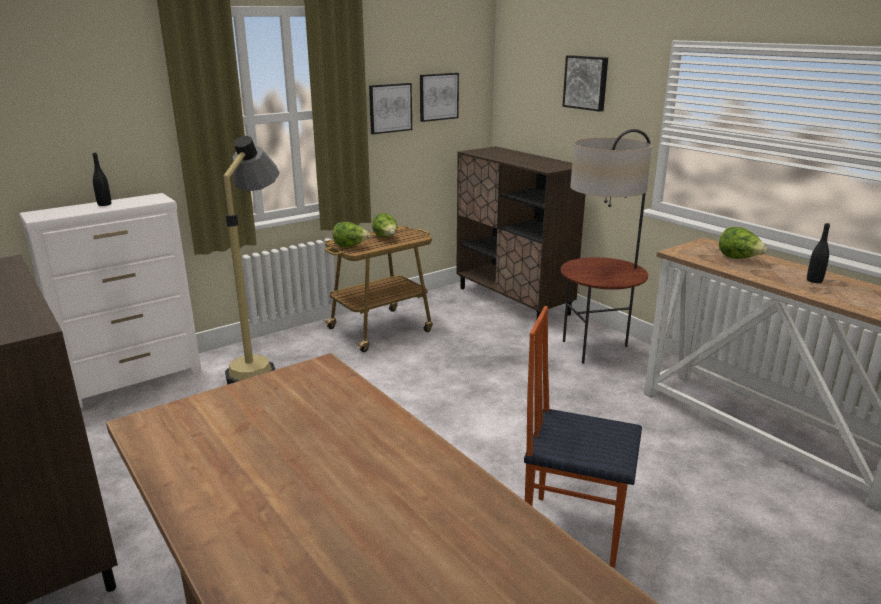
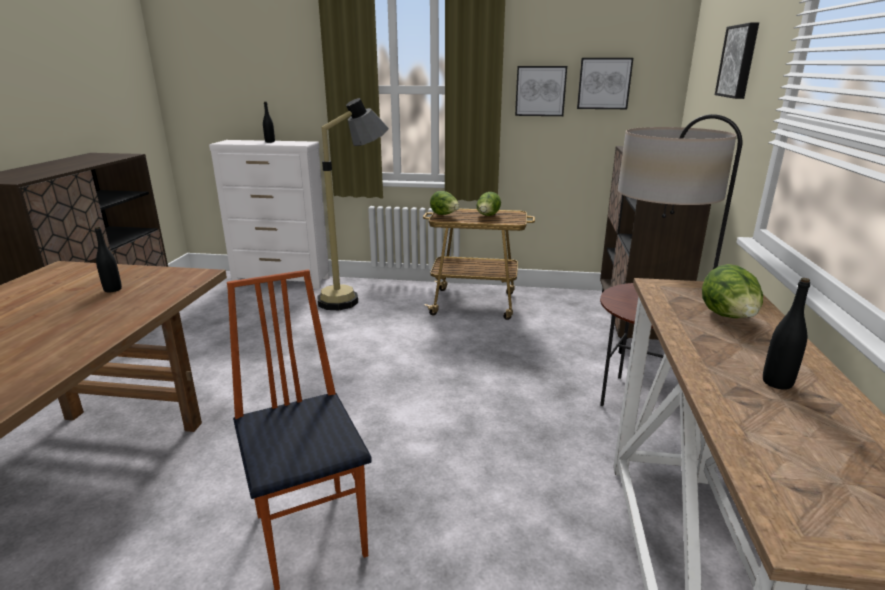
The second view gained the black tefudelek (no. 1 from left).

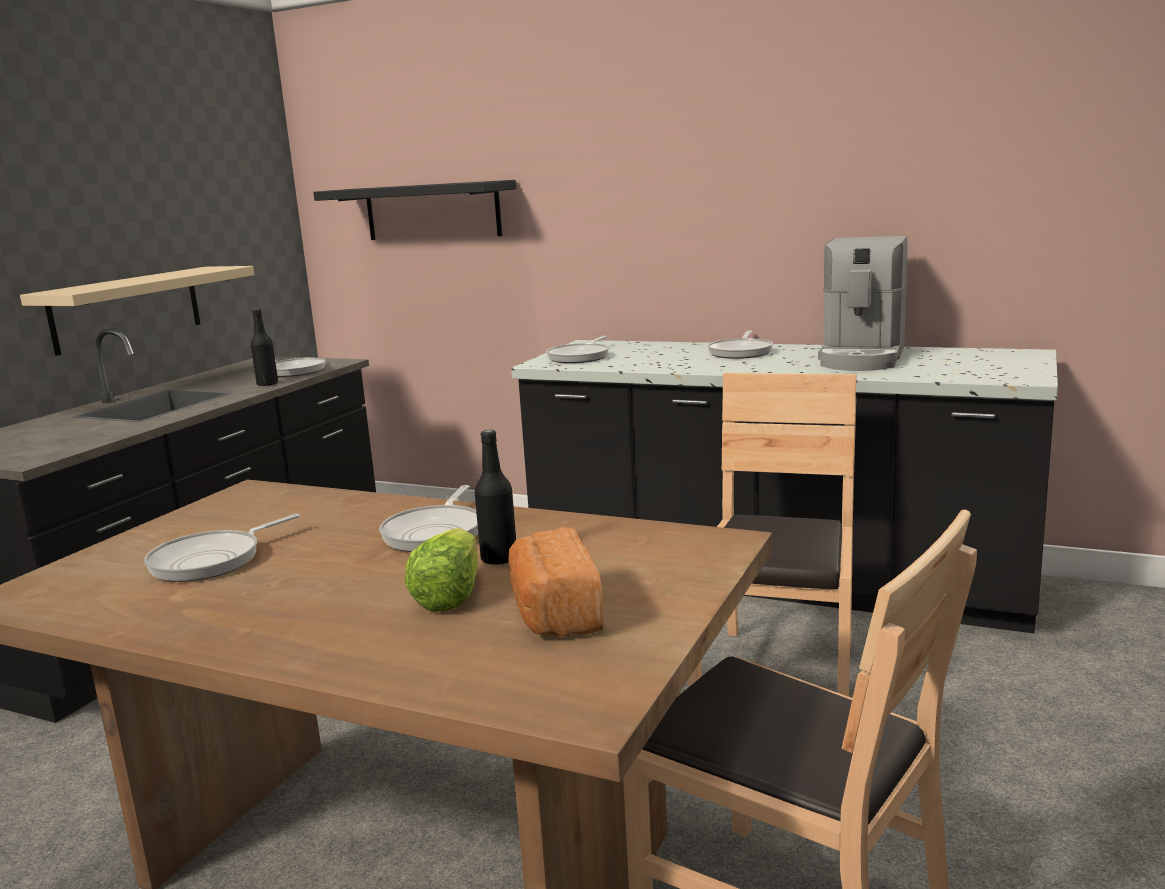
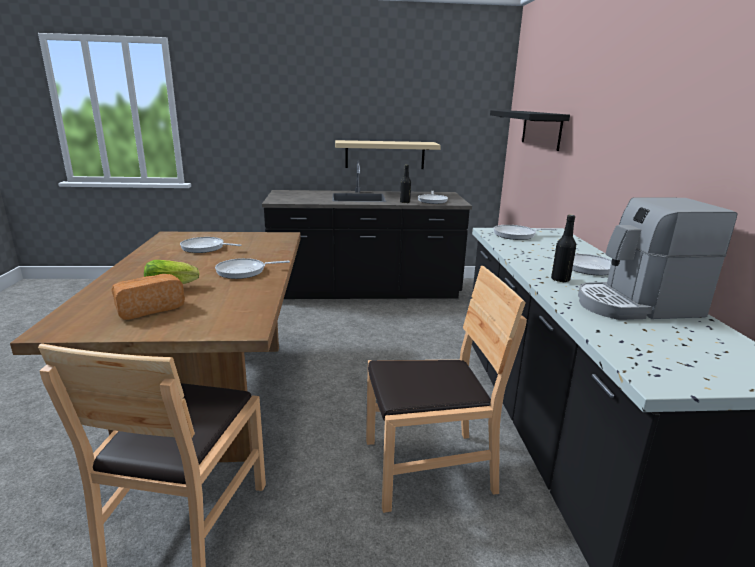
The black tefudelek (no. 2 from left) ended up elsewhere.

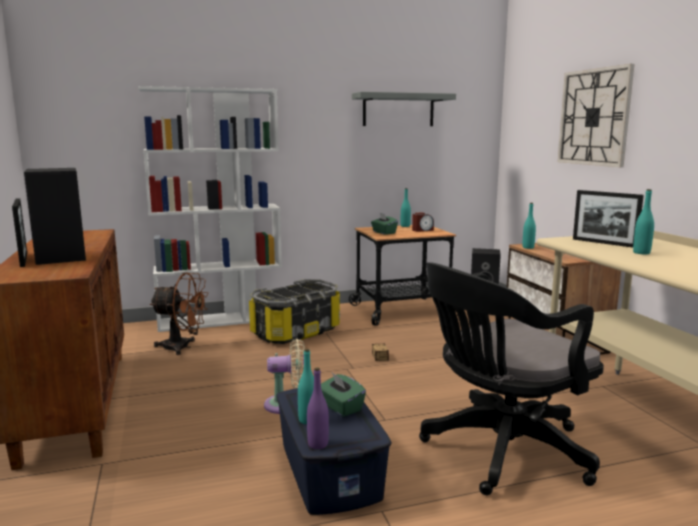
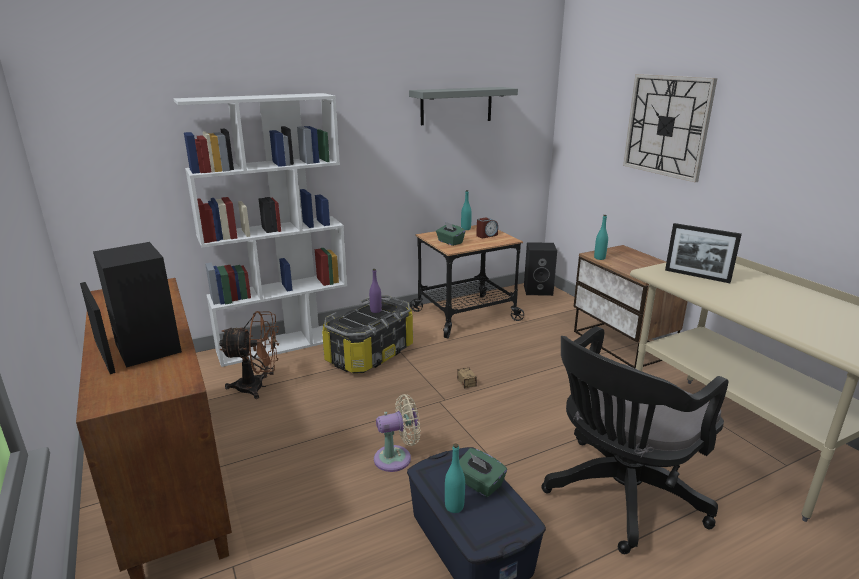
The second view lost the turquoise tefudelek (no. 4 from left).
The purple tefudelek ended up elsewhere.

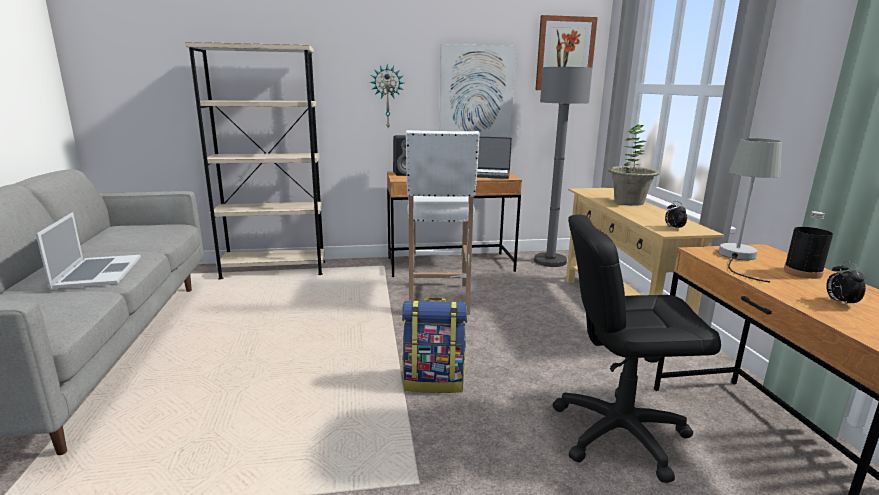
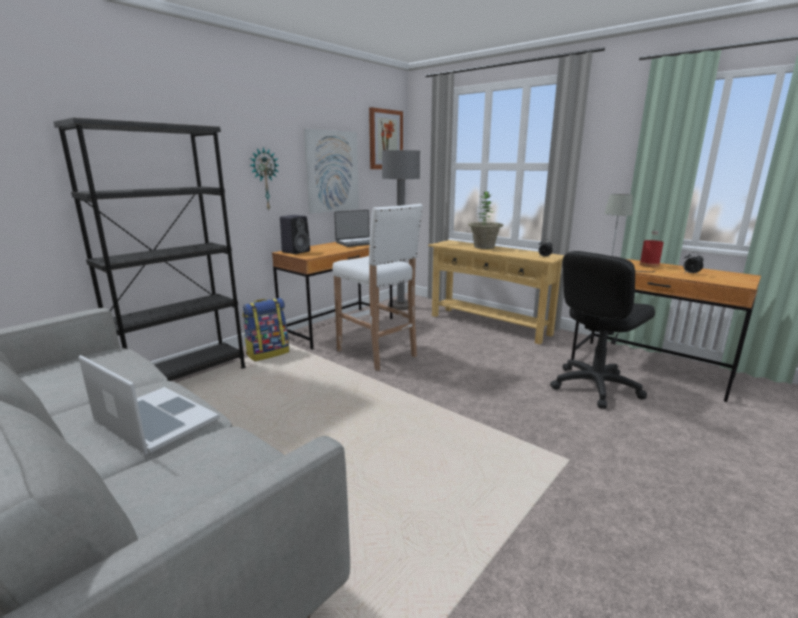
The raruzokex ended up elsewhere.
What was the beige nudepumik turned into the black nudepumik.
What was the black tefudelek turned into the red tefudelek.

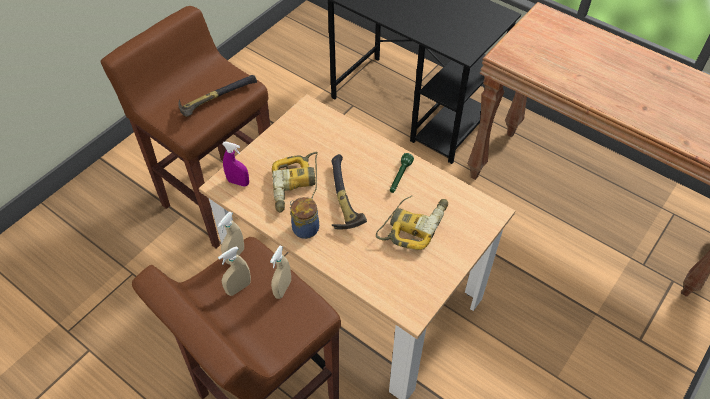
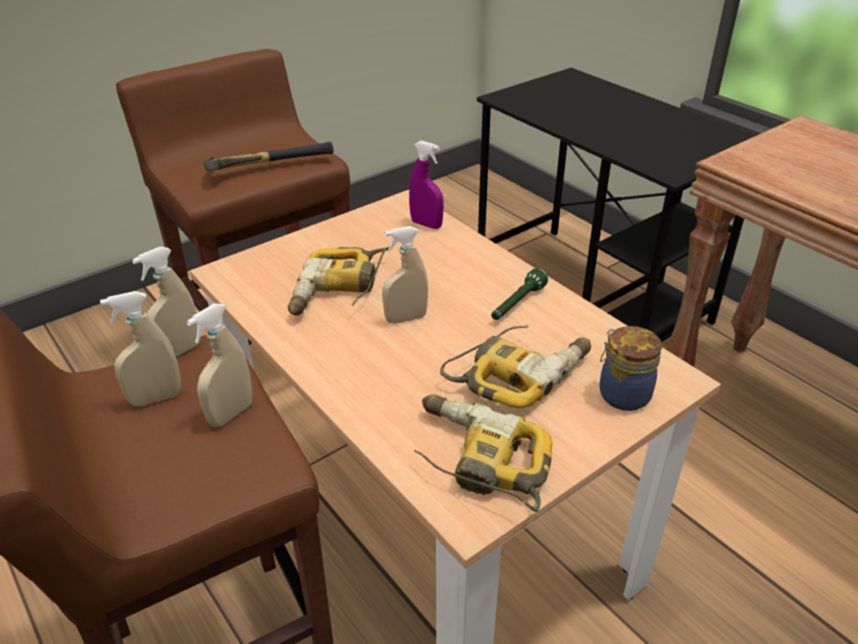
The second view gained the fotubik (no. 2 from left).
The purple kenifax ended up elsewhere.
The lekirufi ended up elsewhere.
Where the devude (no. 2 from left) stood, the beige kenifax (no. 4 from left) came to stand.

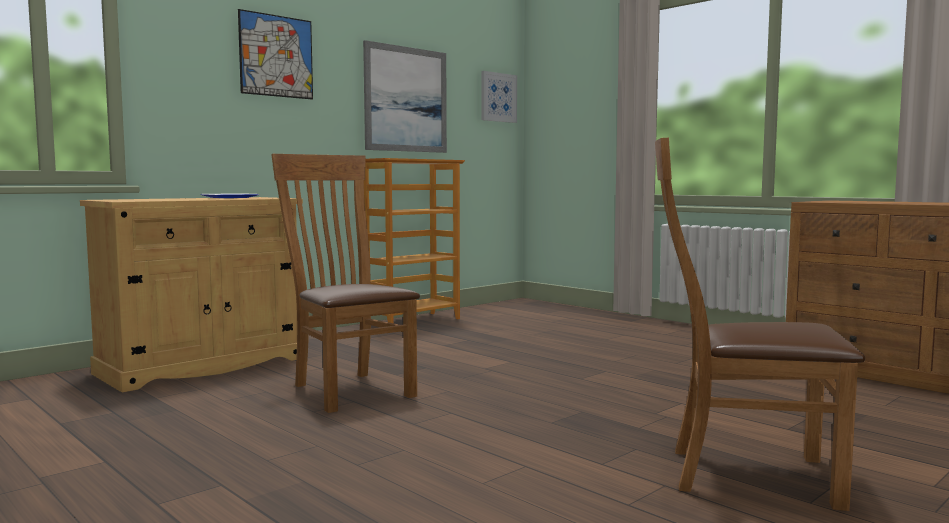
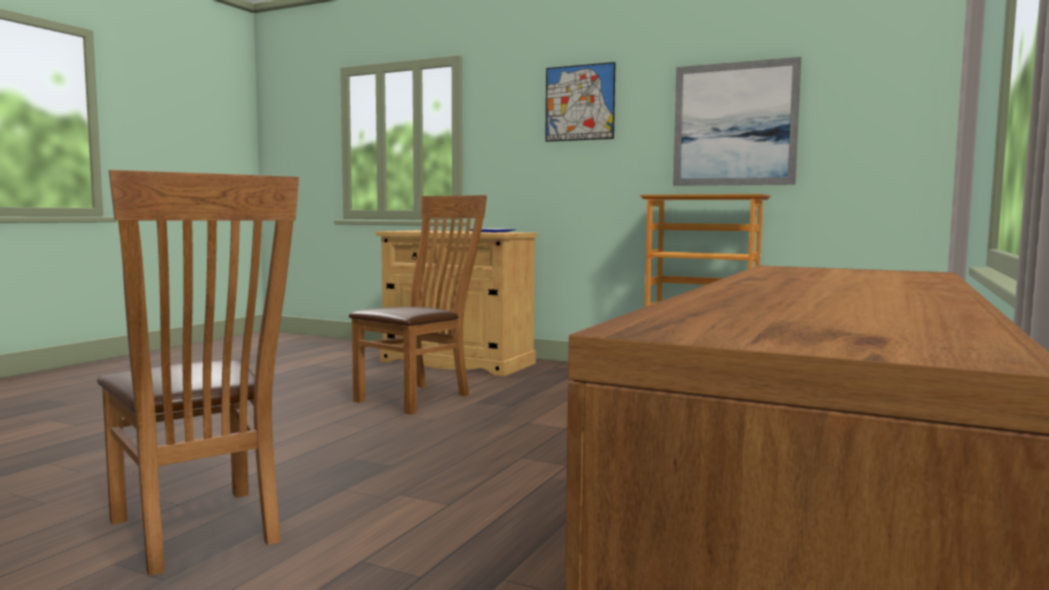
The second view lost the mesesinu (no. 3 from left).
The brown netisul (no. 2 from left in the first image) ended up facing another way, 150 degrees clockwise from before.

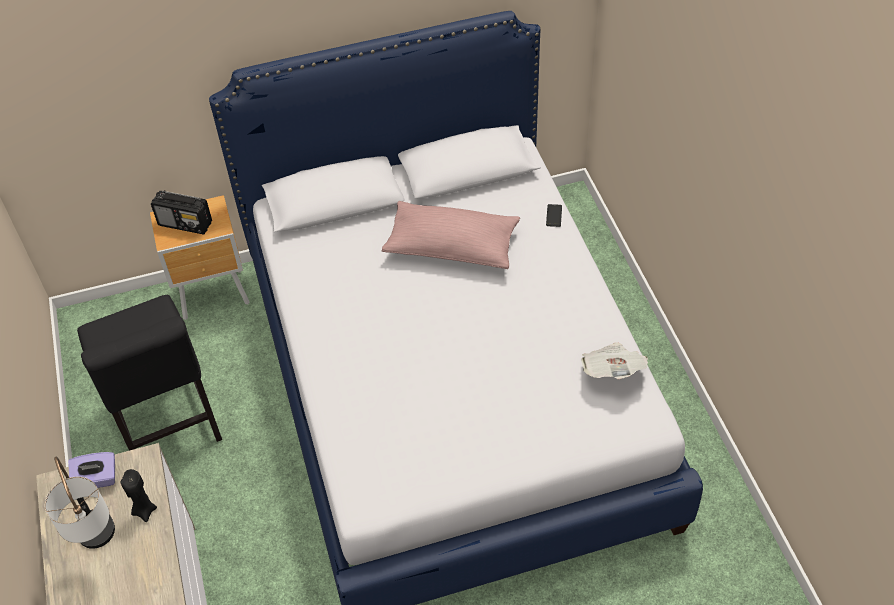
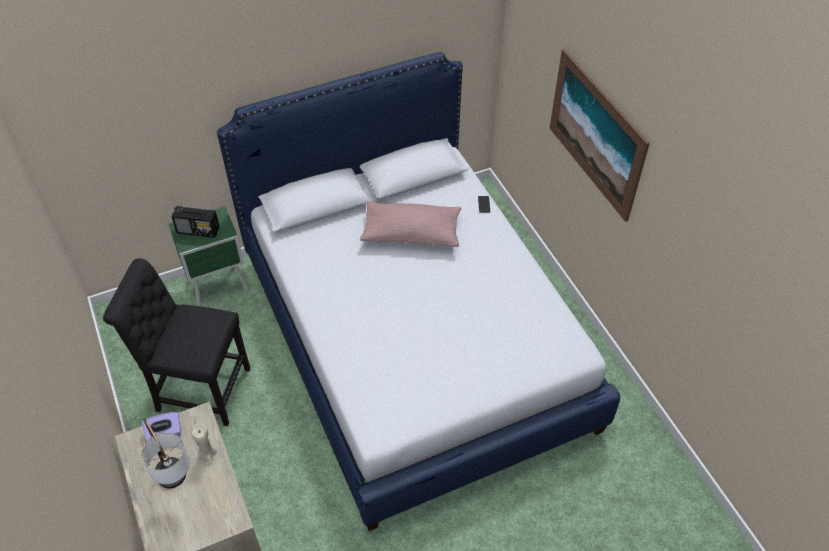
The second view lost the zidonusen.
The second view gained the mesesinu.
What was the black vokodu turned into the beige vokodu.
What was the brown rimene turned into the green rimene.
The black netisul ended up facing another way, 135 degrees clockwise from before.

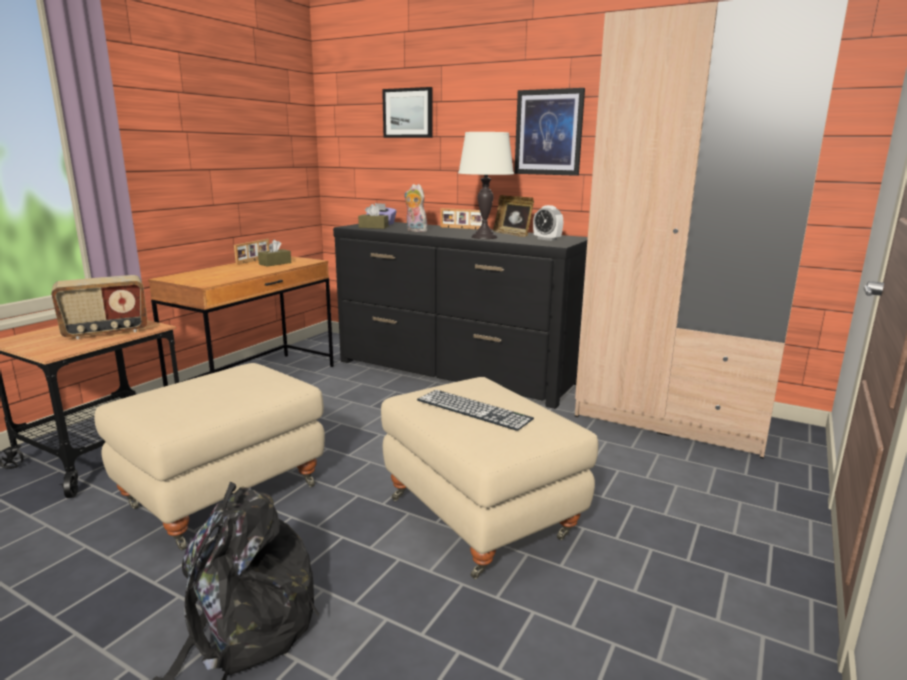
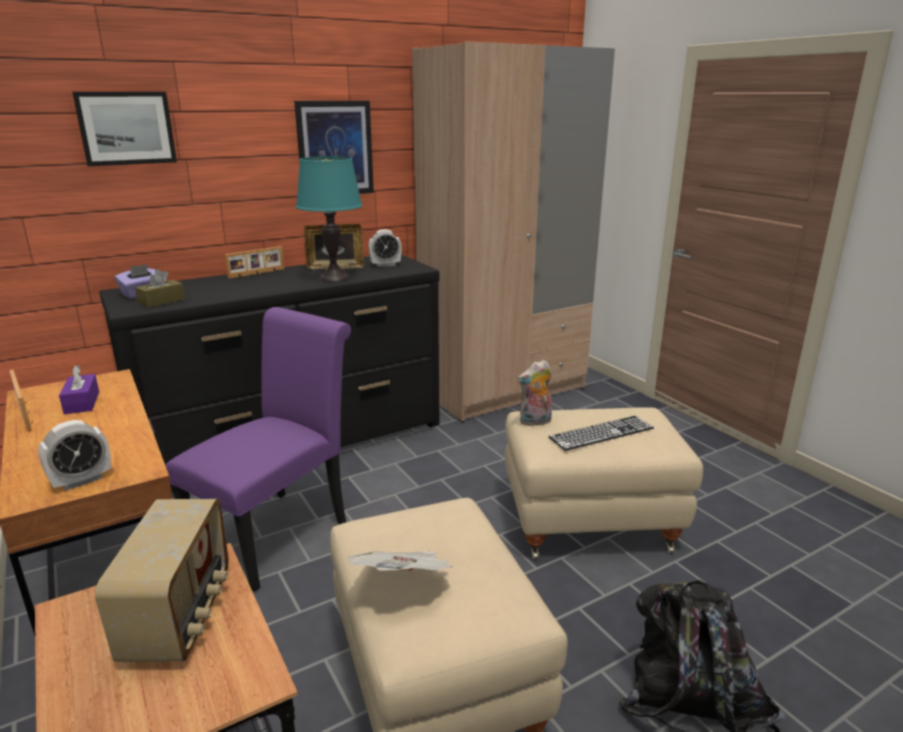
The second view gained the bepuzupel (no. 1 from left).
The second view gained the purple netisul.
The second view gained the zidonusen.
The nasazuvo ended up elsewhere.
What was the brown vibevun (no. 1 from left) turned into the purple vibevun (no. 1 from left).
What was the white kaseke turned into the turquoise kaseke.

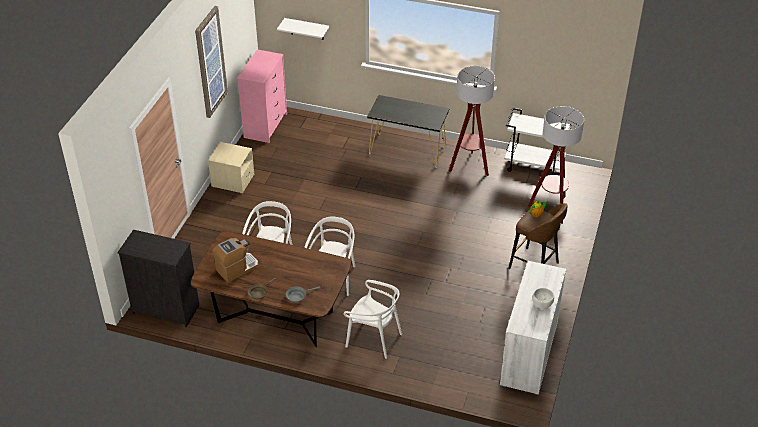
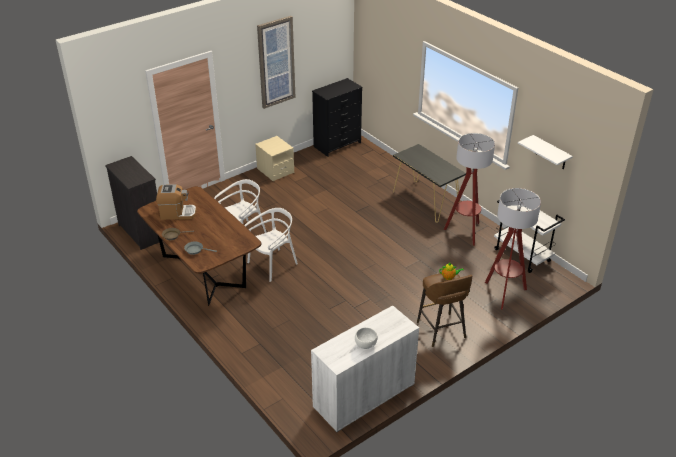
The second view lost the white netisul (no. 3 from left).
The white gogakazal ended up elsewhere.
What was the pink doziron turned into the black doziron (no. 2 from left).

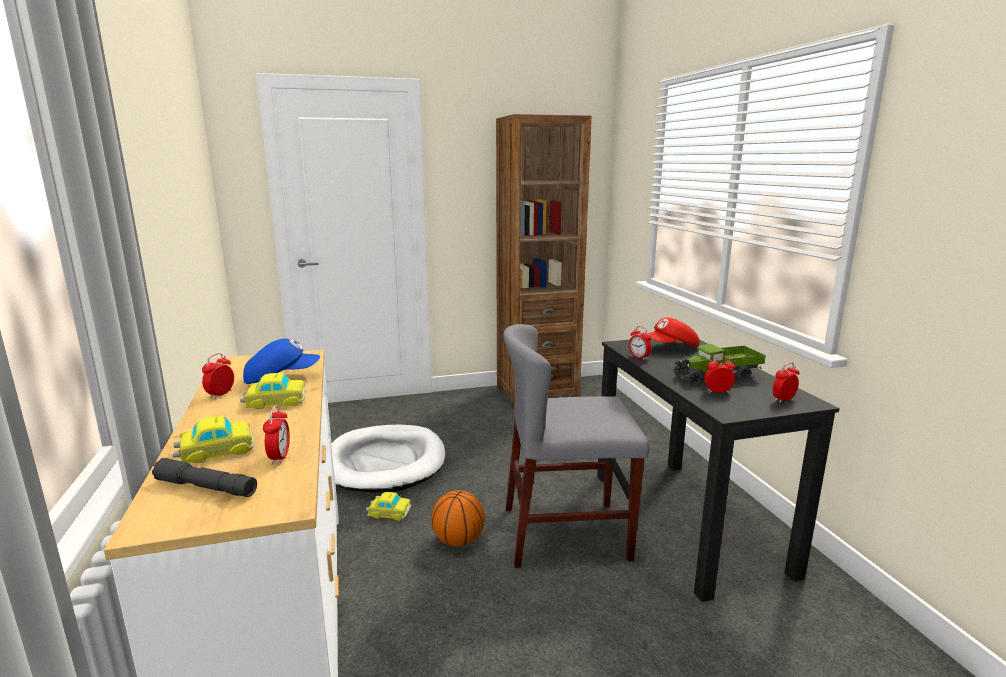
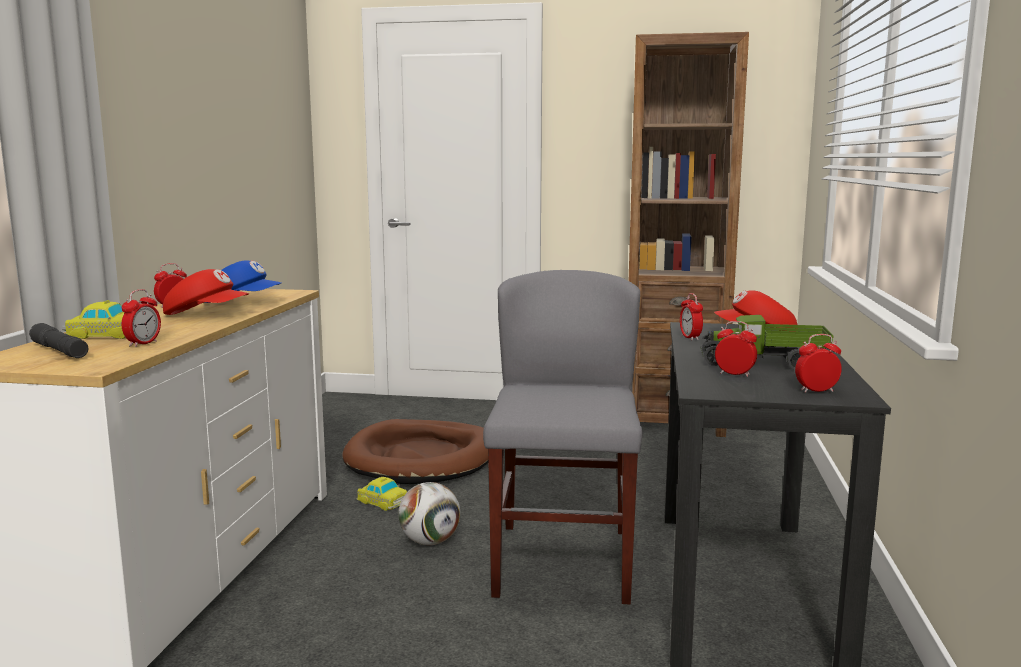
Where the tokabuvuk (no. 2 from left) stood, the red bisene (no. 1 from left) came to stand.
Where the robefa stood, the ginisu came to stand.
What was the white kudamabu turned into the brown kudamabu.
The grey netisul ended up facing another way, 75 degrees clockwise from before.

